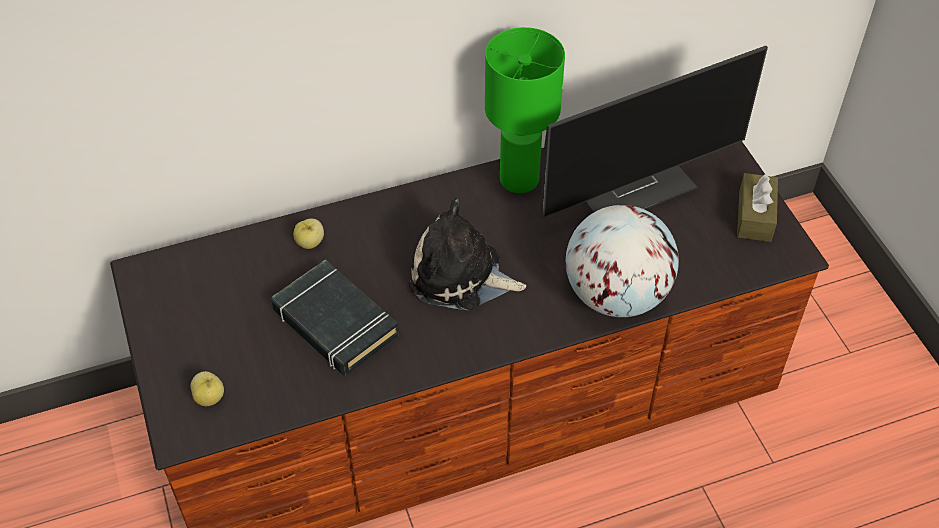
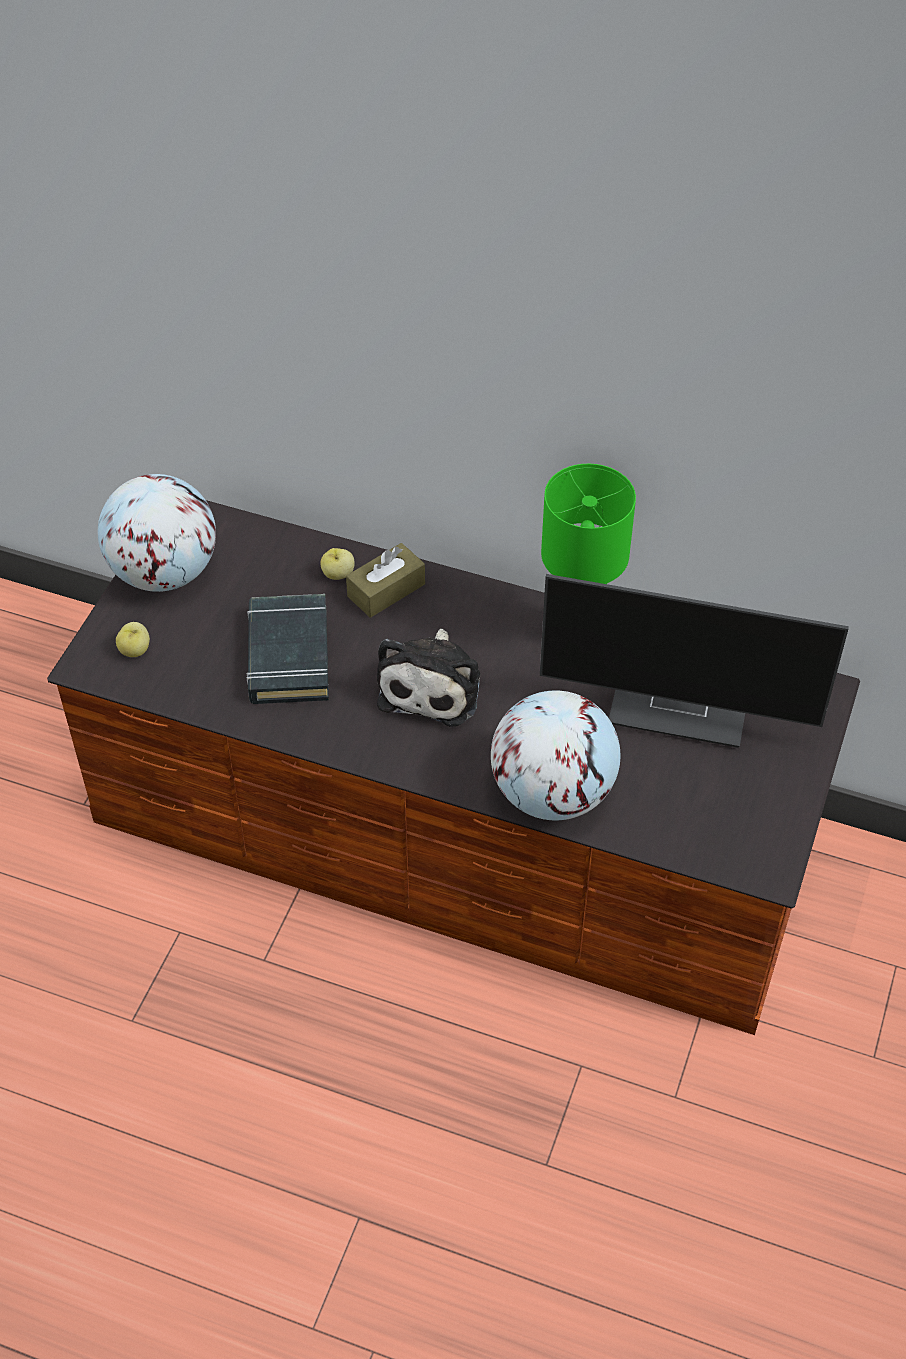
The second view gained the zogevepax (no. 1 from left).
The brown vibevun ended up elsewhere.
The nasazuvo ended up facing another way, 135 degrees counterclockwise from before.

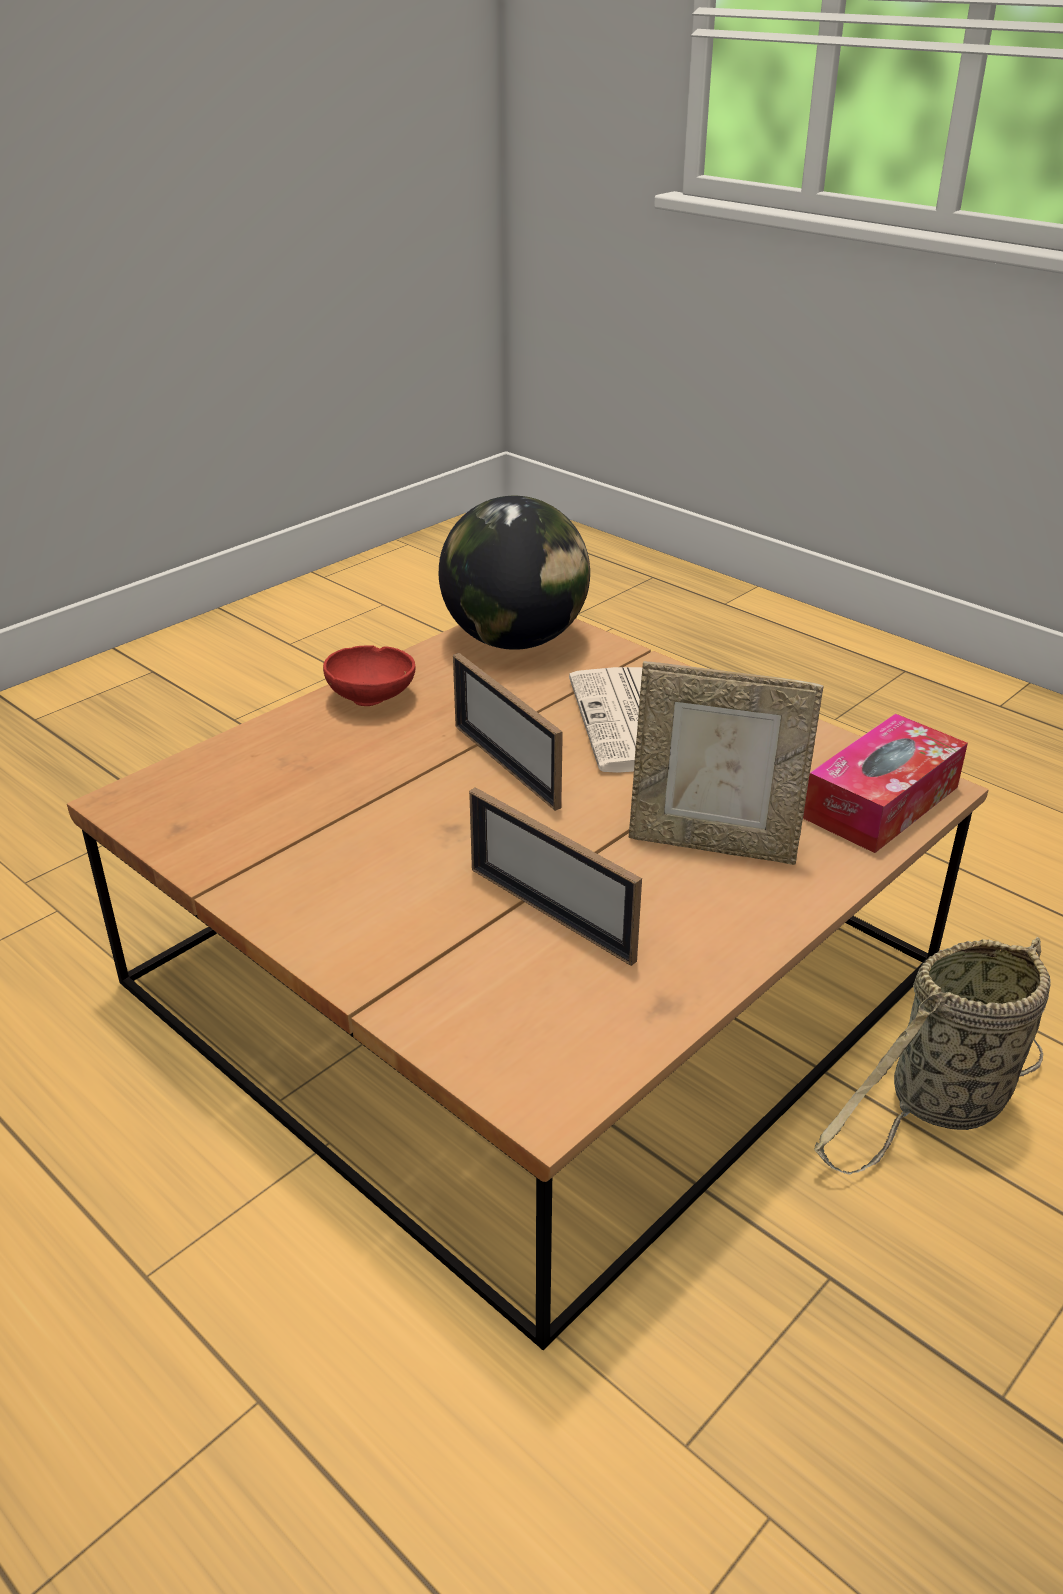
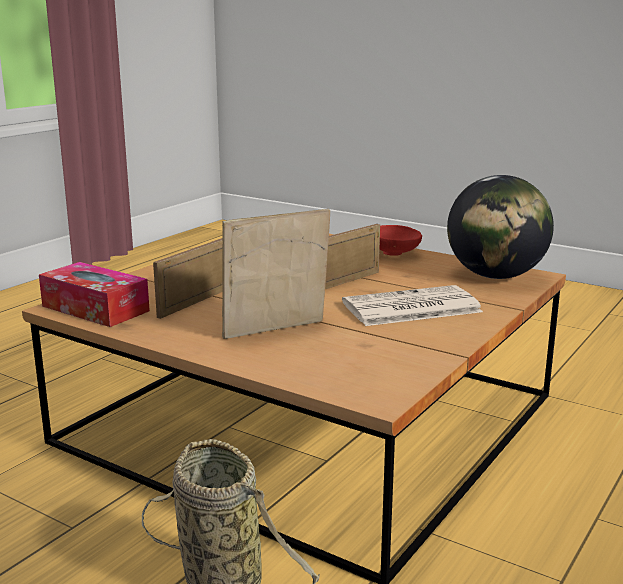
The vibevun ended up elsewhere.
The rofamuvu (no. 3 from left in the first image) ended up facing another way, 60 degrees clockwise from before.

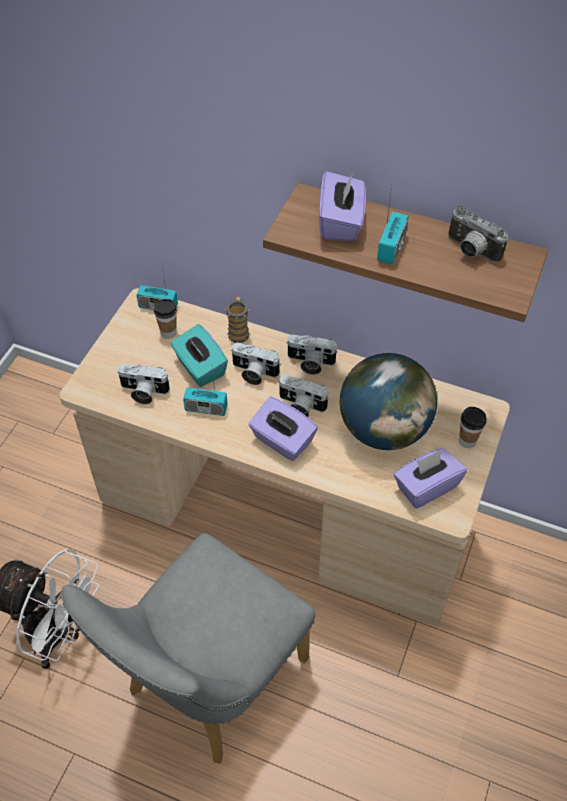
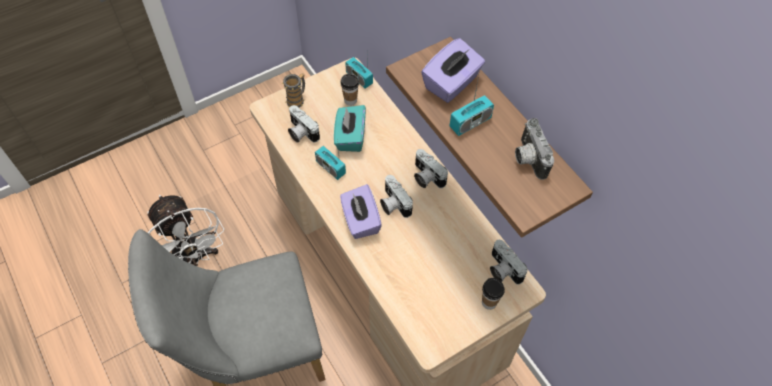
The second view lost the zogevepax.
The second view lost the purple vibevun (no. 3 from left).
The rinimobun ended up elsewhere.
The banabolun (no. 2 from left in the first image) ended up elsewhere.

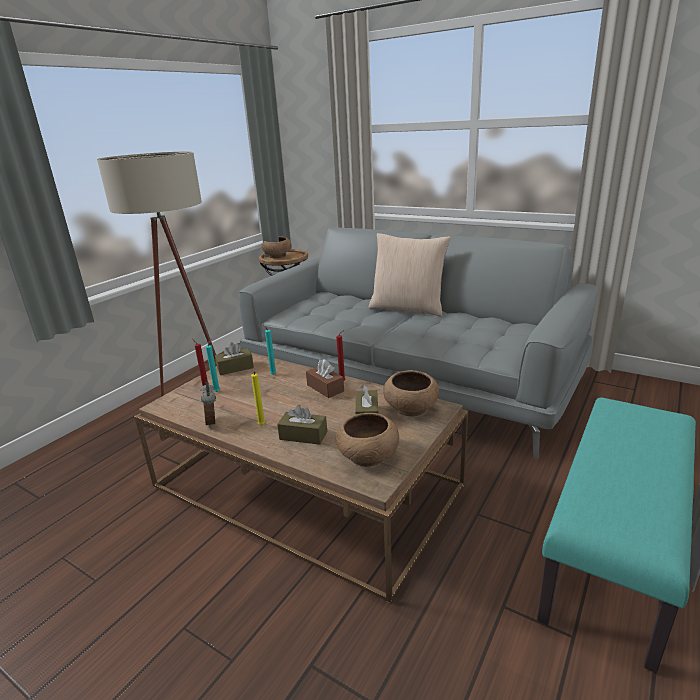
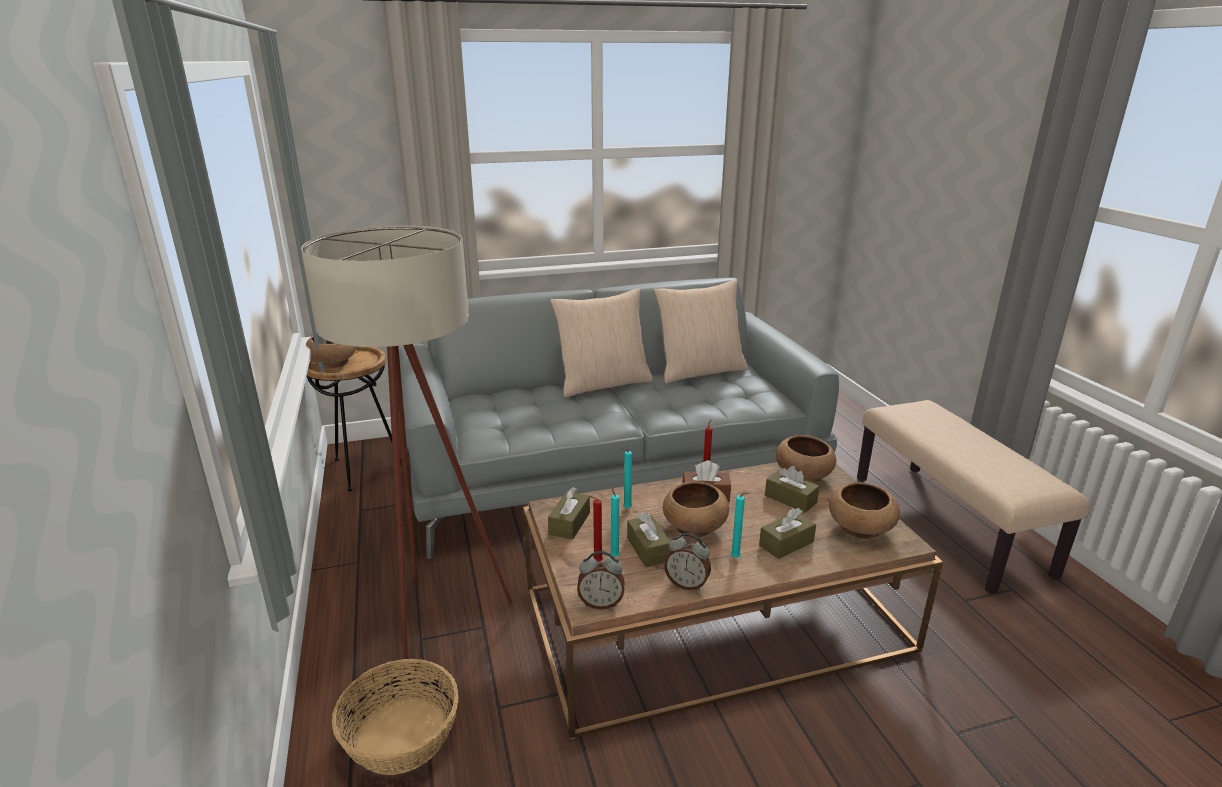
The second view gained the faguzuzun.
The second view gained the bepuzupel (no. 1 from left).
The second view gained the brown vibevun (no. 2 from left).
The second view gained the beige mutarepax (no. 2 from left).
The second view gained the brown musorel (no. 2 from left).
What was the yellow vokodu turned into the turquoise vokodu (no. 3 from left).
What was the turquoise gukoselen turned into the beige gukoselen.

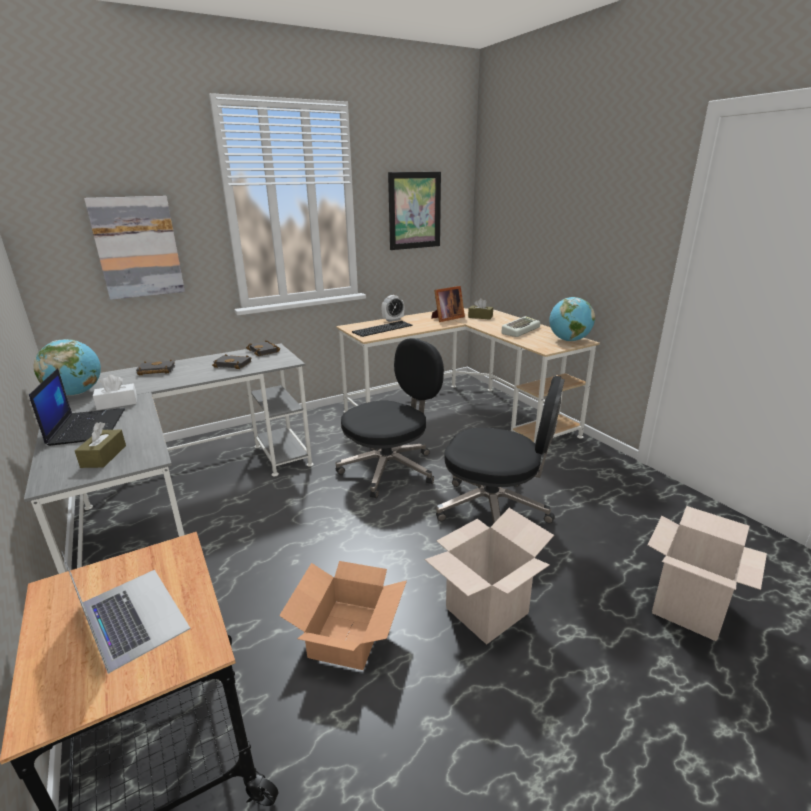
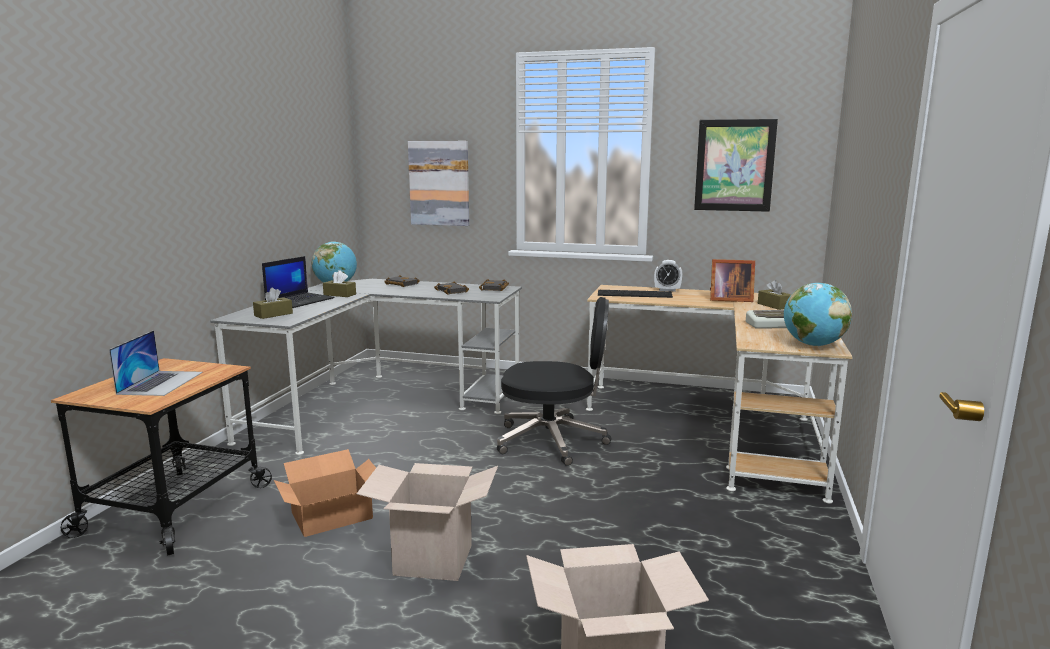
The second view lost the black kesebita (no. 2 from left).
What was the white vibevun turned into the brown vibevun (no. 2 from left).

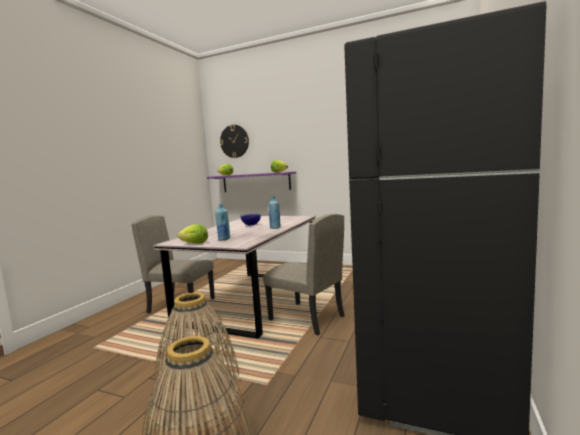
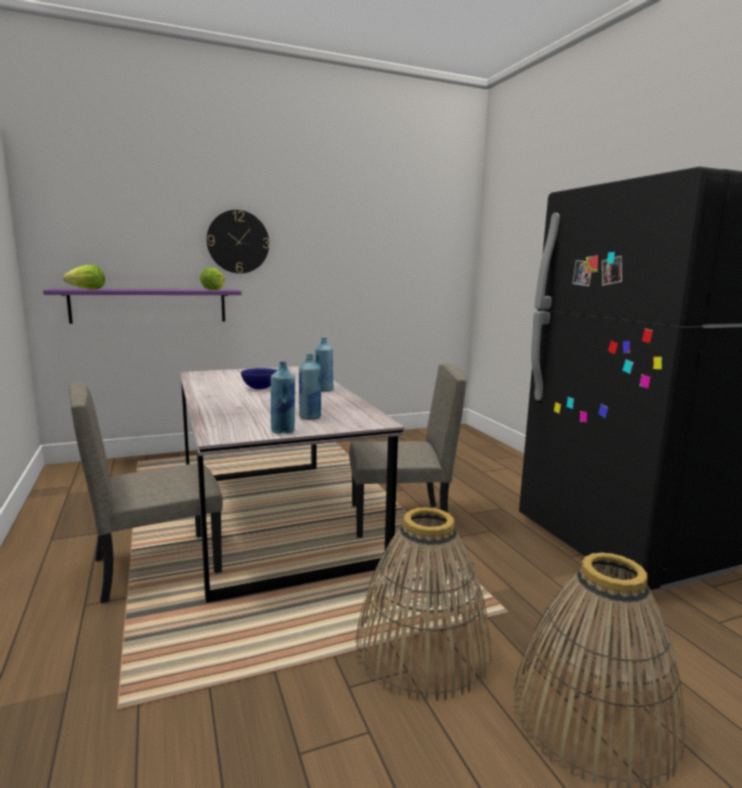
The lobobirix ended up elsewhere.
Where the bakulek (no. 1 from left) stood, the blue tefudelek (no. 1 from left) came to stand.

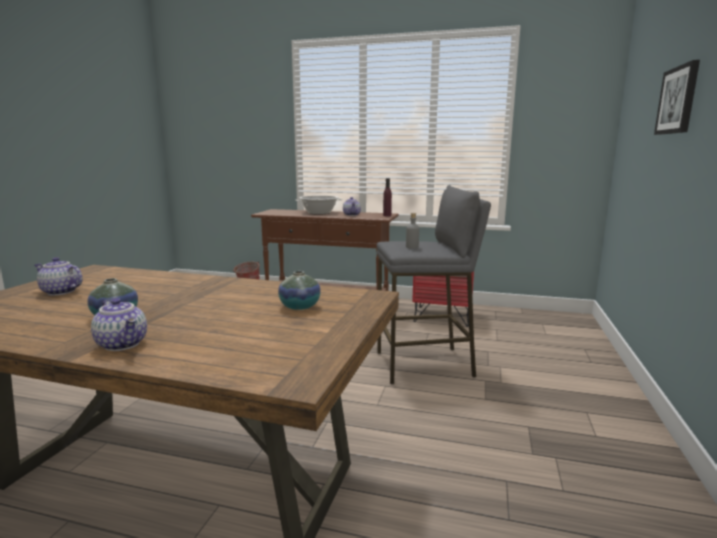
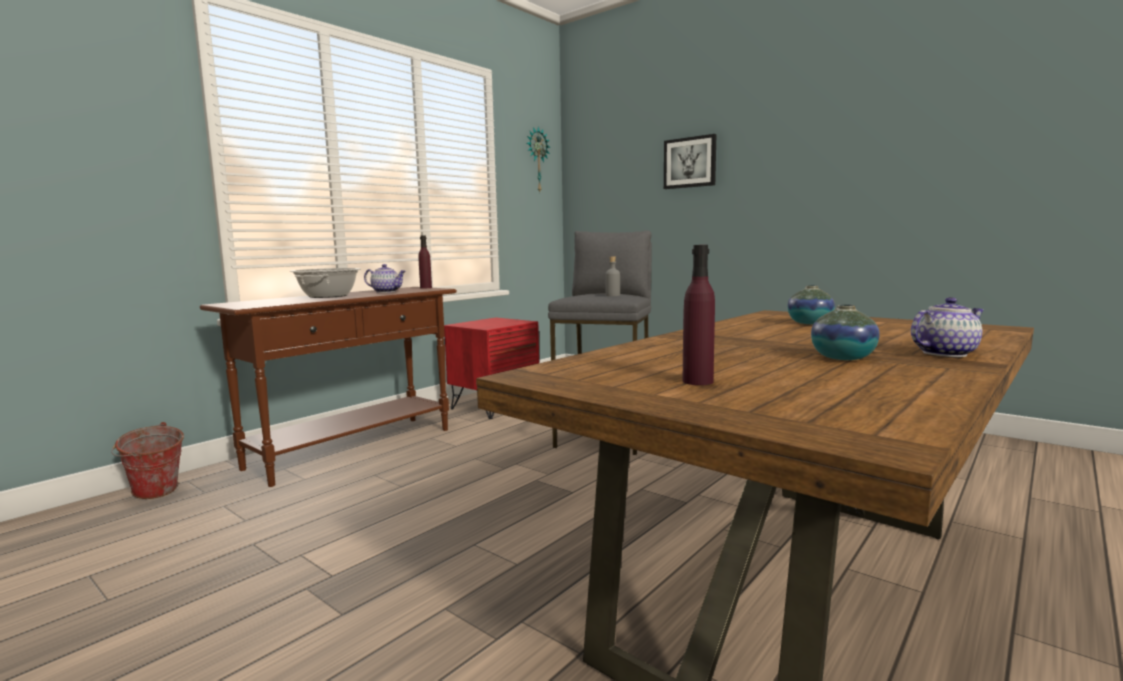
The second view gained the lobobirix.
Where the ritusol (no. 1 from left) stood, the purple tefudelek (no. 2 from left) came to stand.

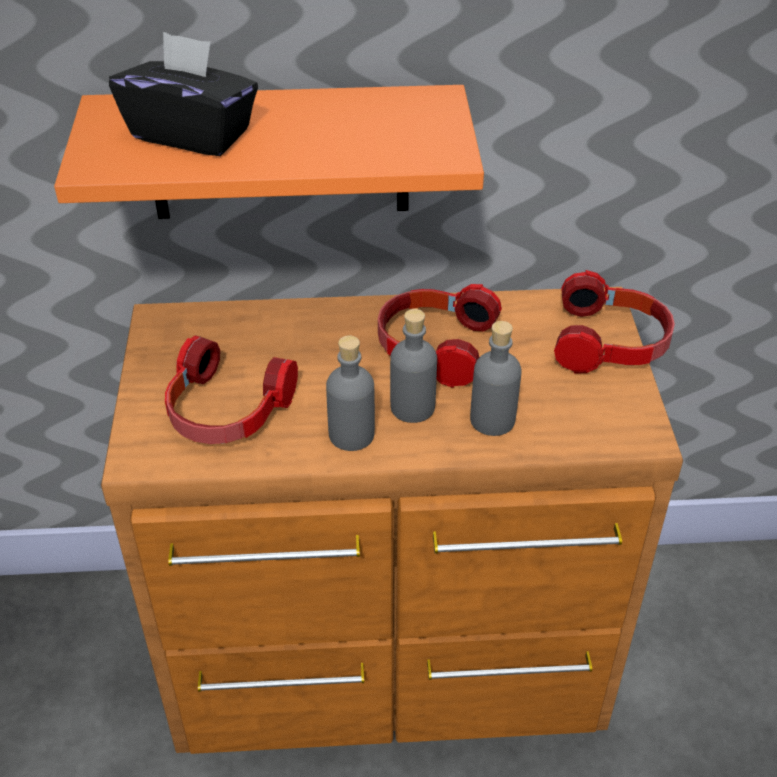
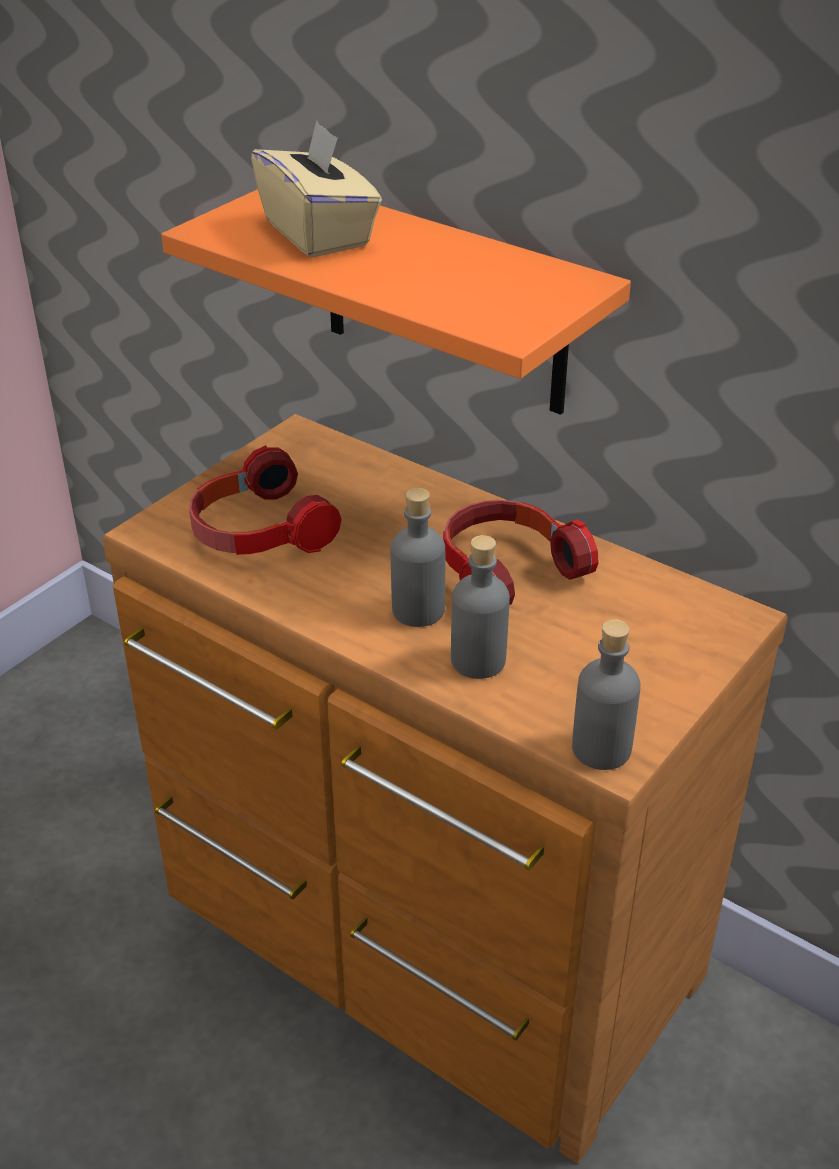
The second view lost the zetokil (no. 3 from left).
The grey tefudelek (no. 1 from left in the first image) ended up elsewhere.
What was the black vibevun turned into the beige vibevun.

